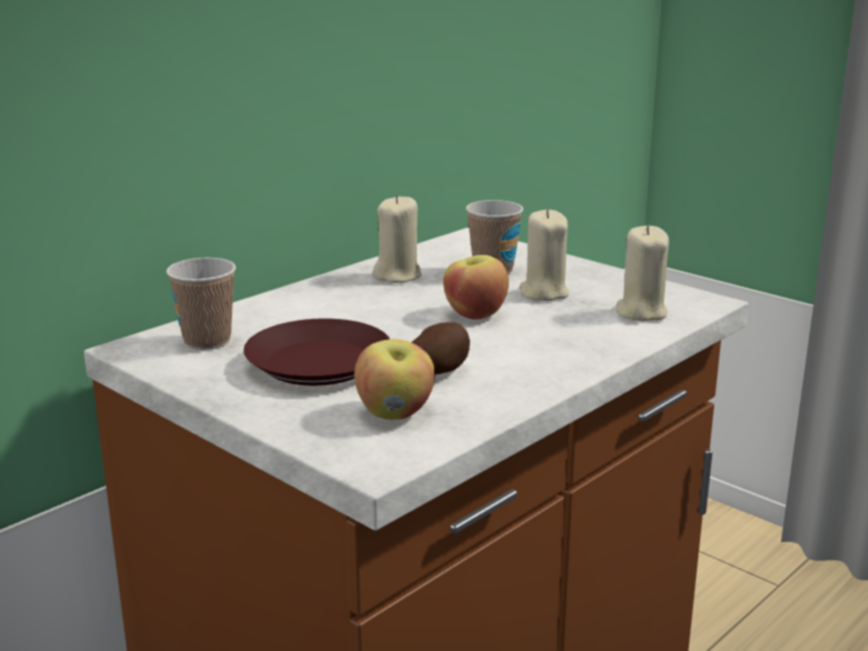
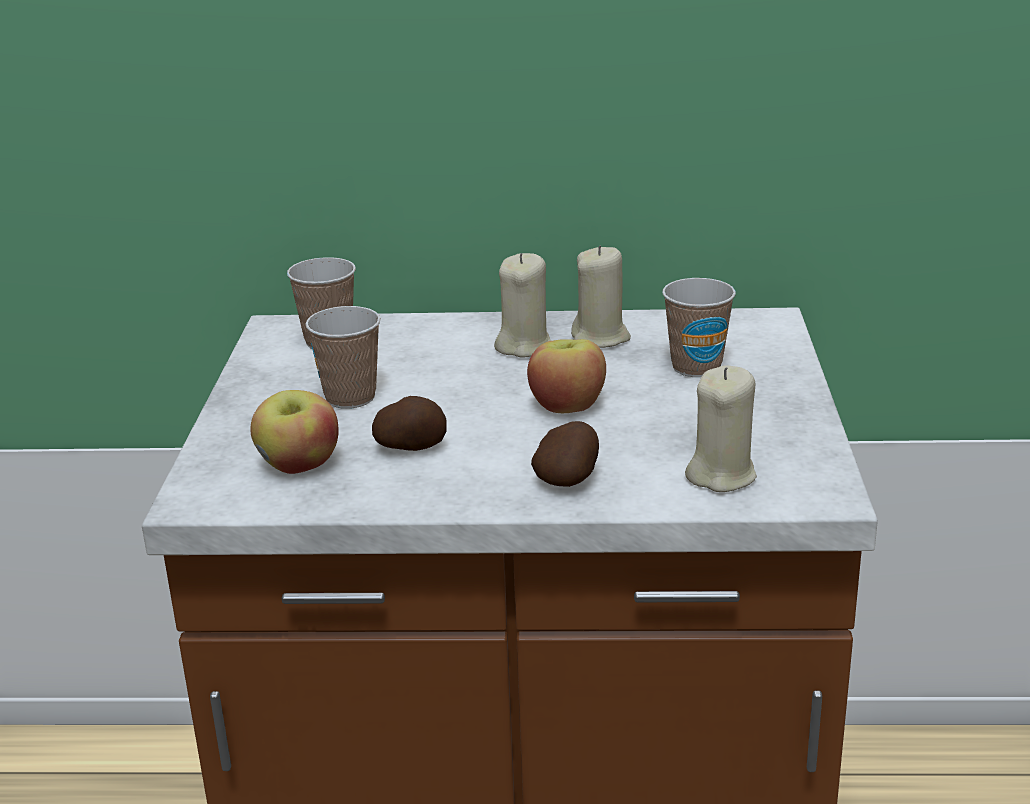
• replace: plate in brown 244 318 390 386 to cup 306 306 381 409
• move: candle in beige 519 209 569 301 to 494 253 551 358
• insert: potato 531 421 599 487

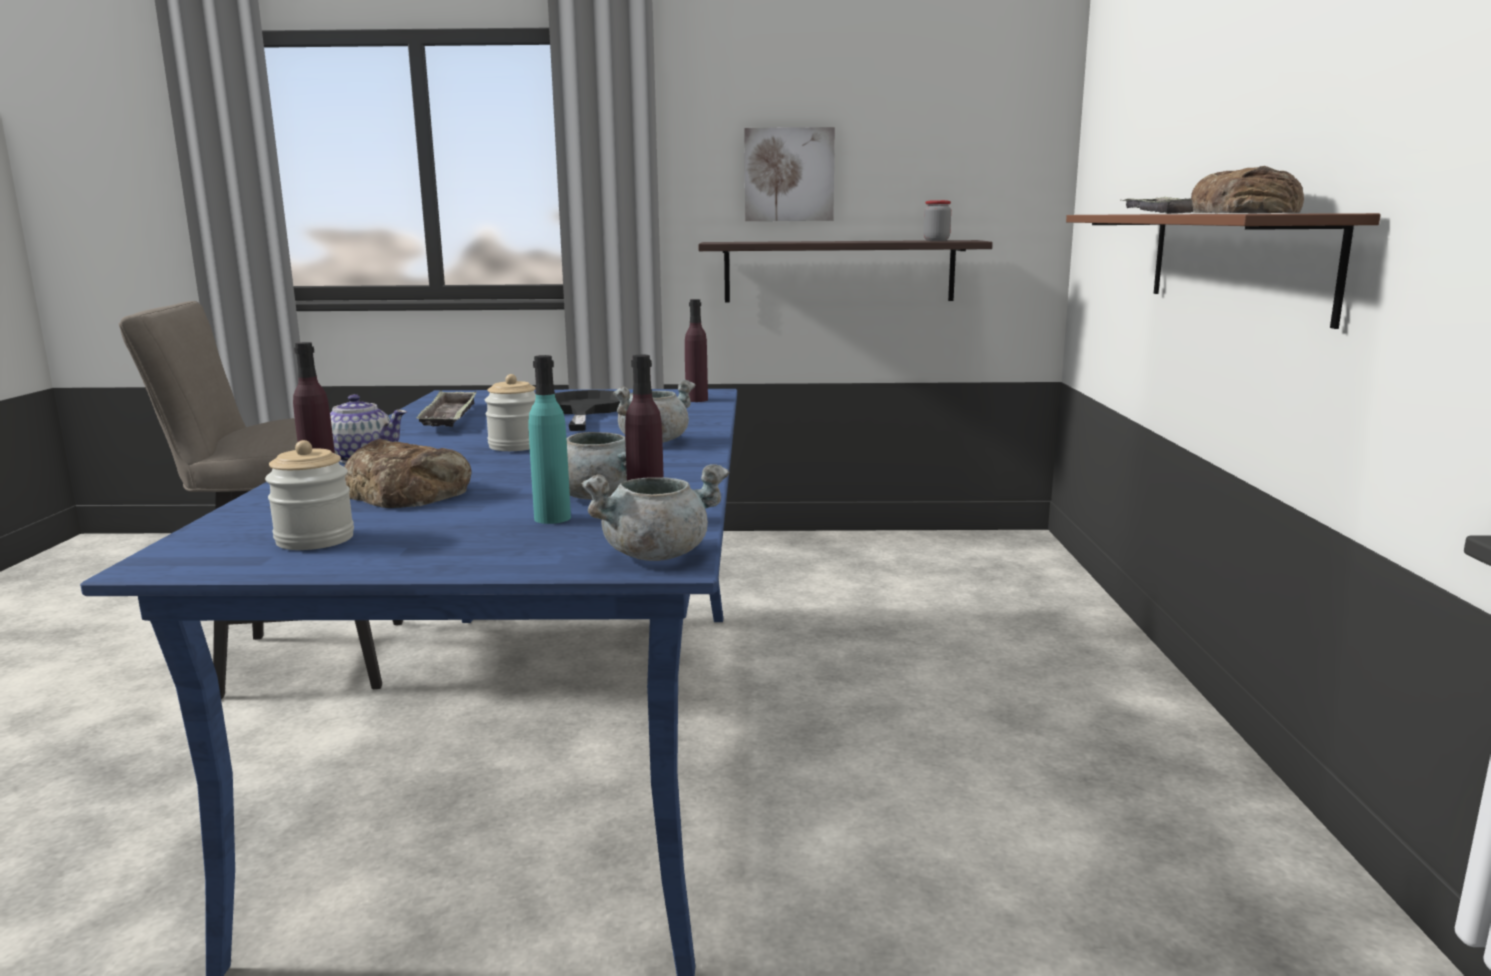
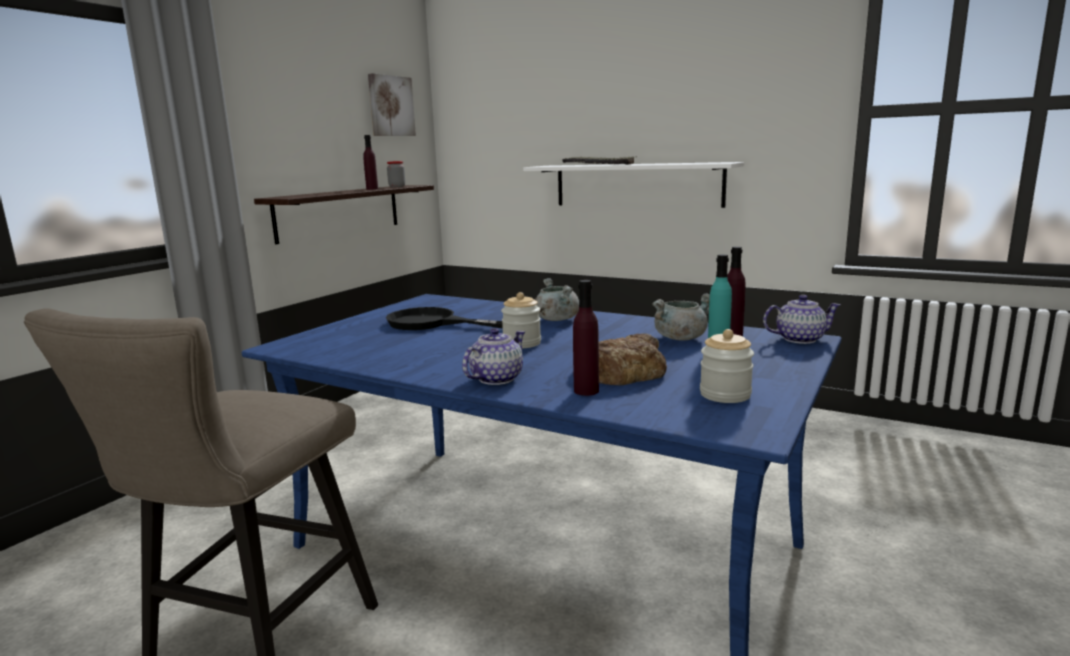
• move: bottle in purple 685 299 708 402 to 363 135 378 190
• move: picture 744 127 835 221 to 368 73 416 136
• recolor: shelf in brown 1066 213 1381 329 to shelf in white 523 162 744 208
• replace: cooking pot in grey 582 464 729 561 to teapot 763 295 841 344
• delete: tray 416 391 477 427
• delete: bread 1191 166 1304 213

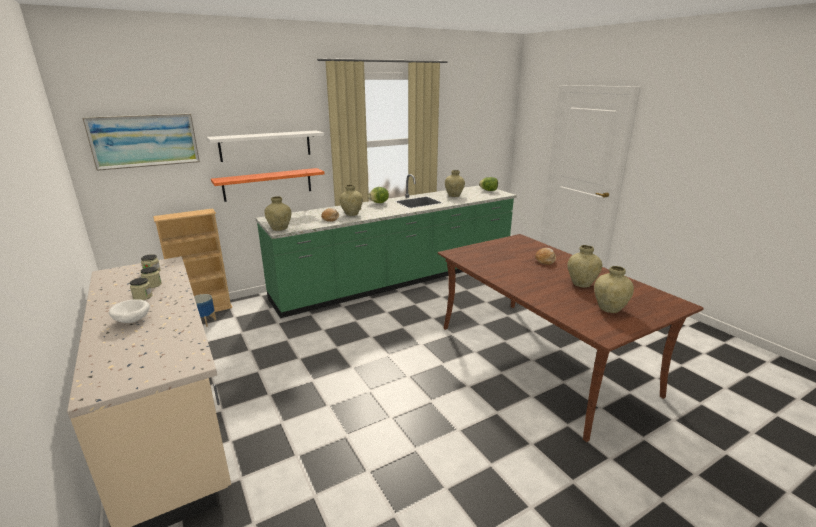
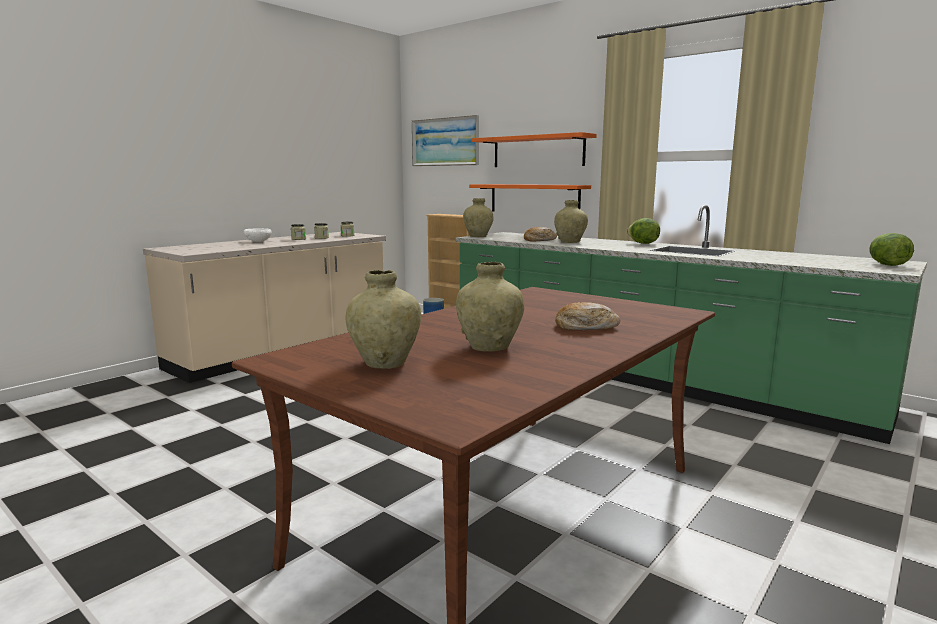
• recolor: shelf in white 206 130 324 162 to shelf in orange 472 132 597 167
• delete: vase in beige 445 170 465 197

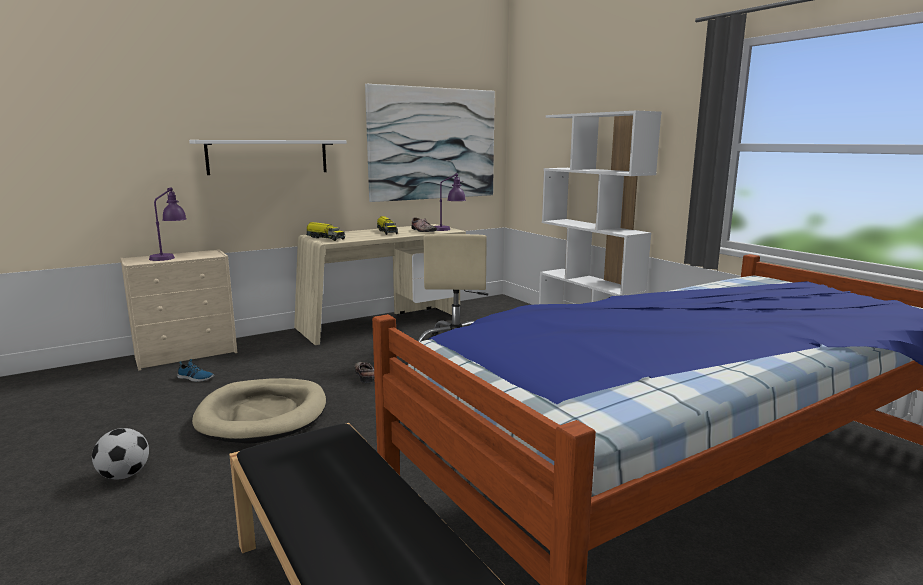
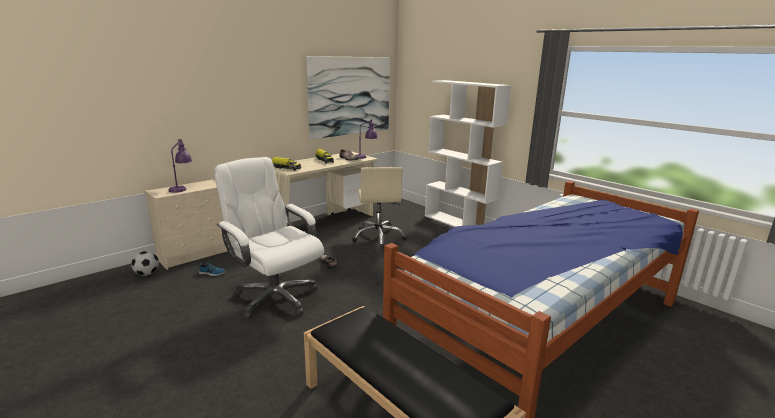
• move: football 92 428 149 480 to 131 251 159 276
• replace: dog bed in beige 192 378 326 444 to office chair in white 214 157 324 319
• delete: shelf in white 189 140 347 175

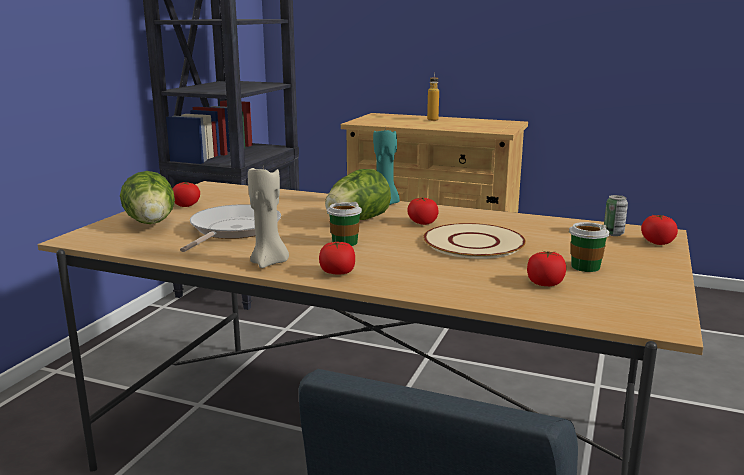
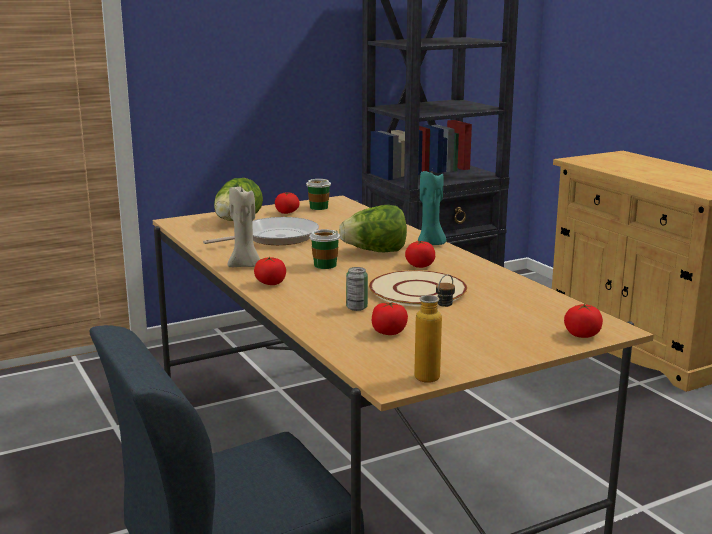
• move: cup 569 222 609 272 to 306 179 331 210
• move: can 604 195 628 236 to 346 267 368 311
• move: bottle 427 73 439 121 to 414 274 455 383

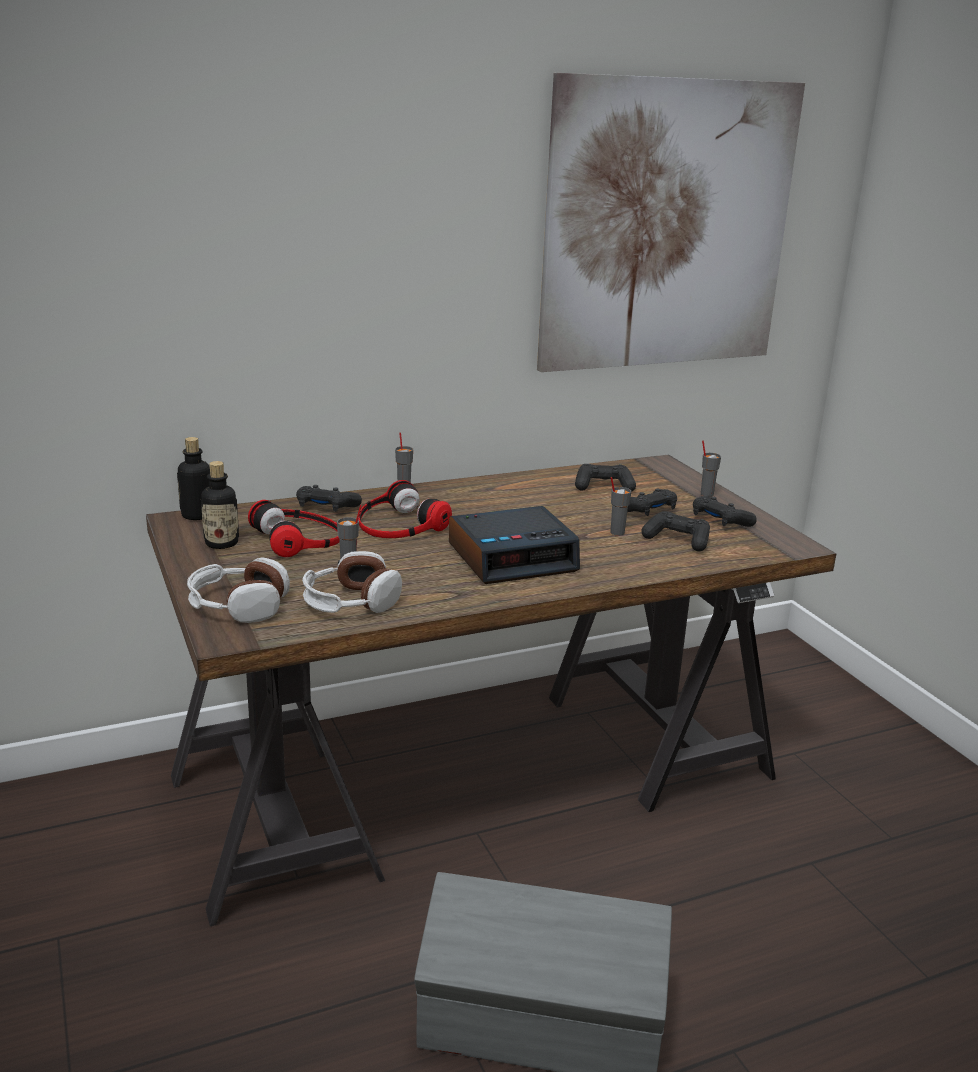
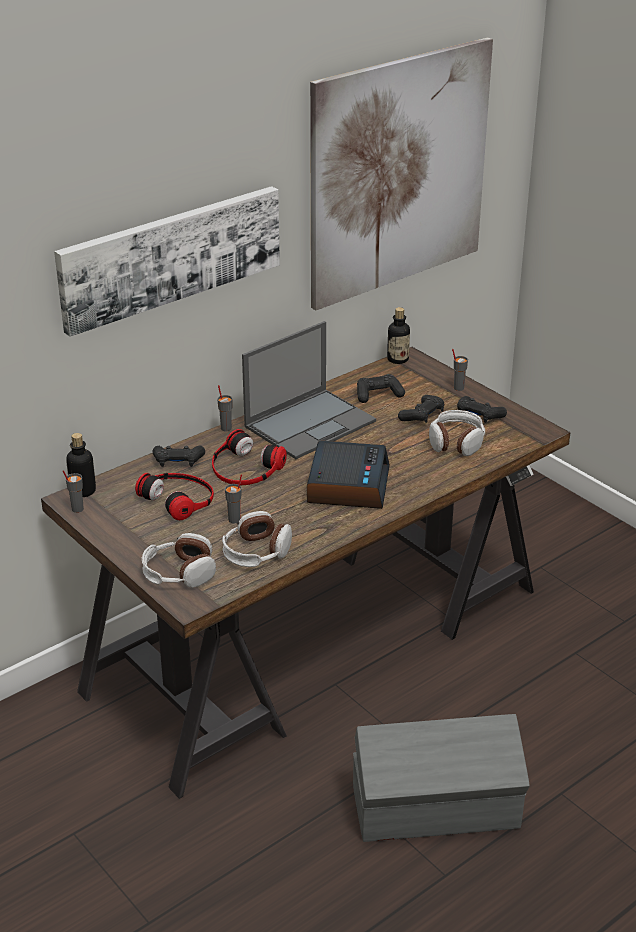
• insert: picture 54 186 280 337
• move: cup in grey 611 477 631 536 to 63 470 84 513
• insert: laptop 242 321 376 459
• rotate: alarm clock 449 506 580 584 = 307 441 390 509 45 degrees counterclockwise
• move: bottle 201 461 239 549 to 387 307 410 364
• replace: game controller in black 641 511 710 551 to headphones 429 410 485 456

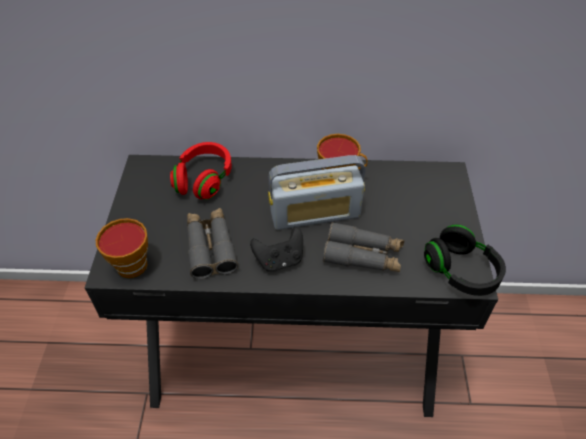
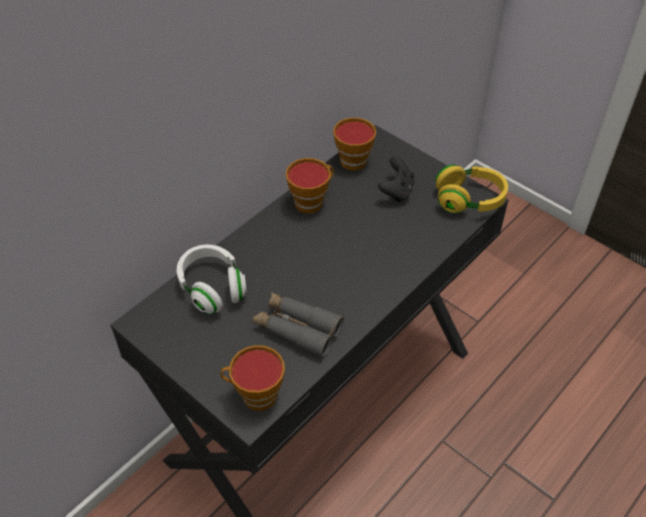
• recolor: headphones in red 170 142 232 200 to headphones in white 177 245 247 314
• insert: cup 333 118 376 171
• move: game controller in black 250 227 303 272 to 378 157 415 202
• recolor: headphones in black 424 225 506 296 to headphones in yellow 435 165 508 213
• delete: radio 268 155 365 230
• delete: binoculars in grey 323 222 405 272

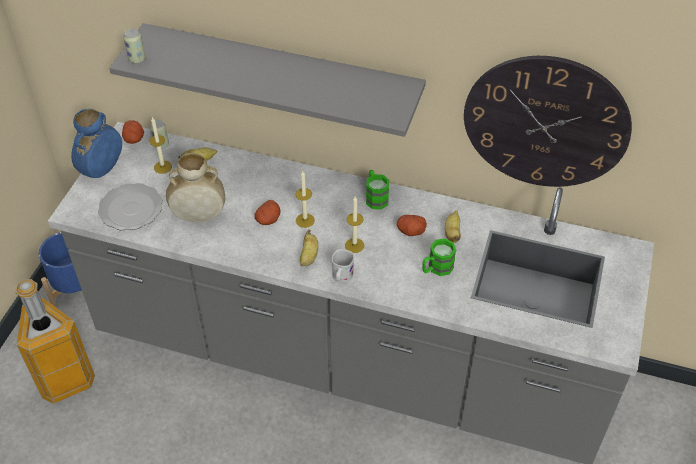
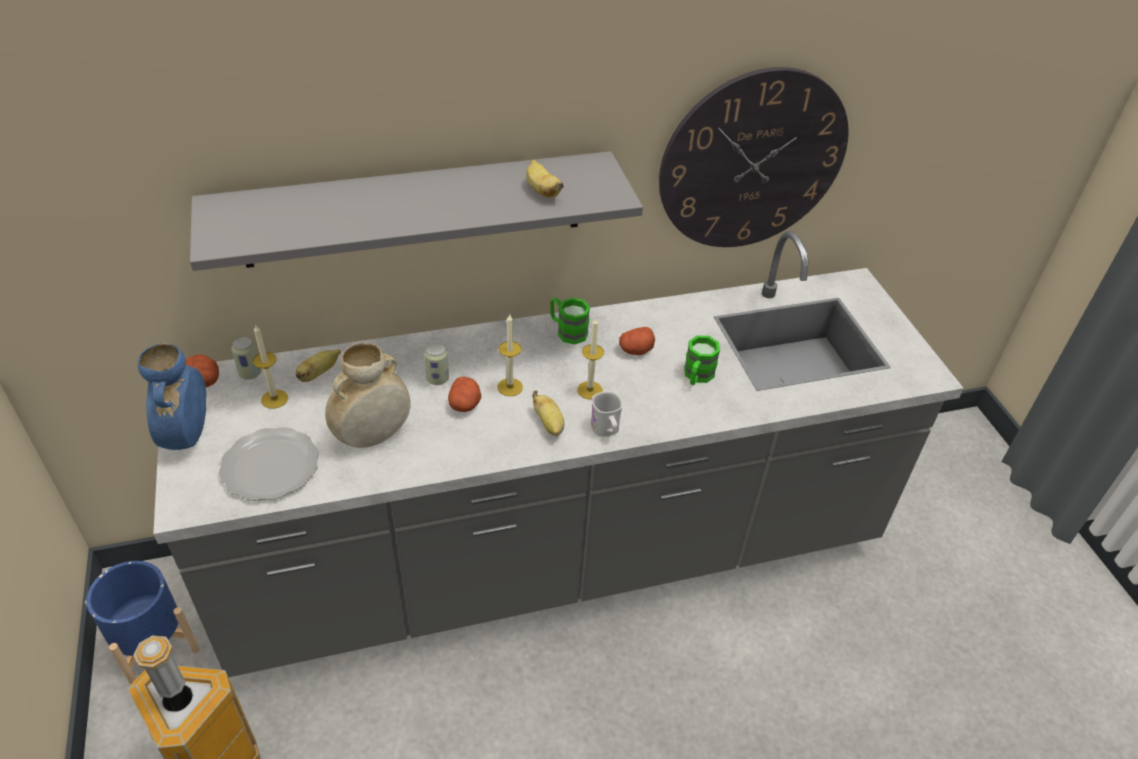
• move: can 123 29 145 63 to 424 343 449 385
• move: banana 445 210 461 243 to 526 159 564 198

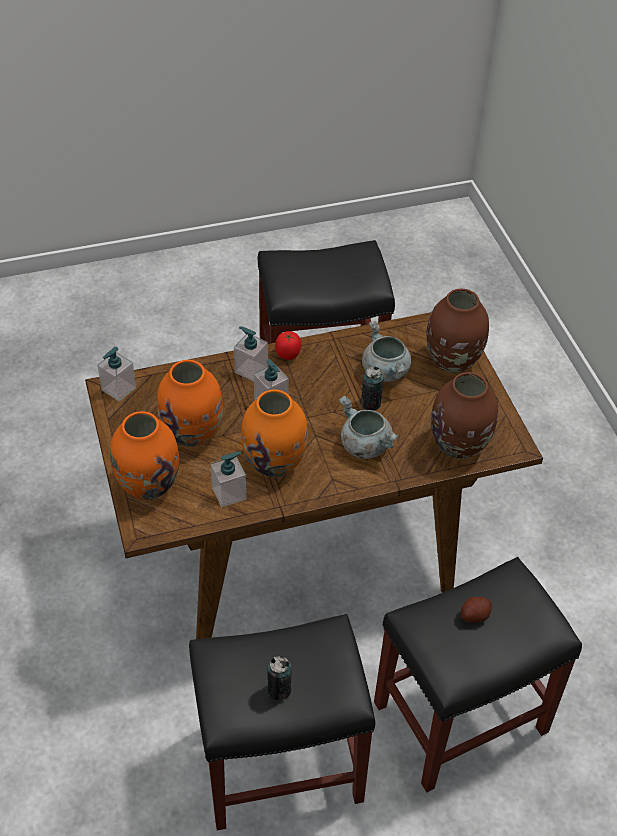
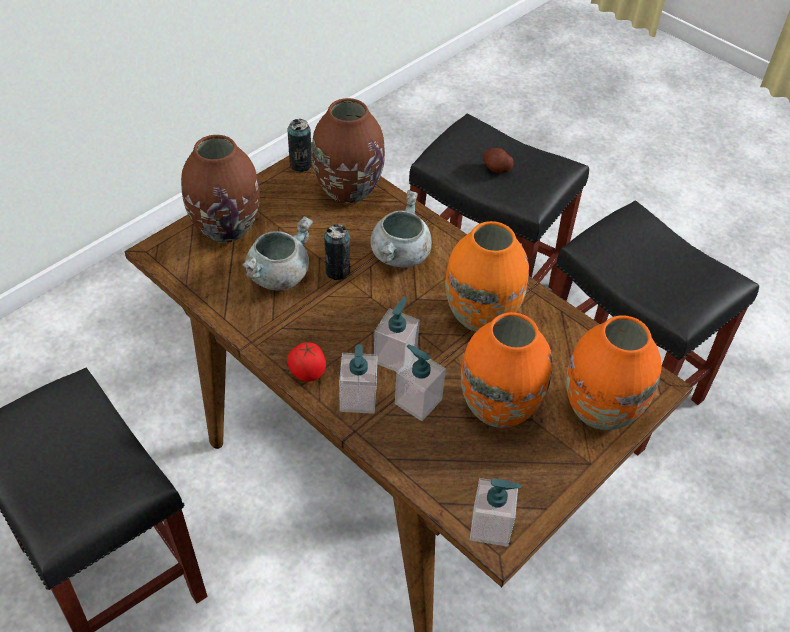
• move: can 267 656 292 701 to 288 119 312 172
• move: soap dispenser 211 452 246 507 to 395 344 446 421

